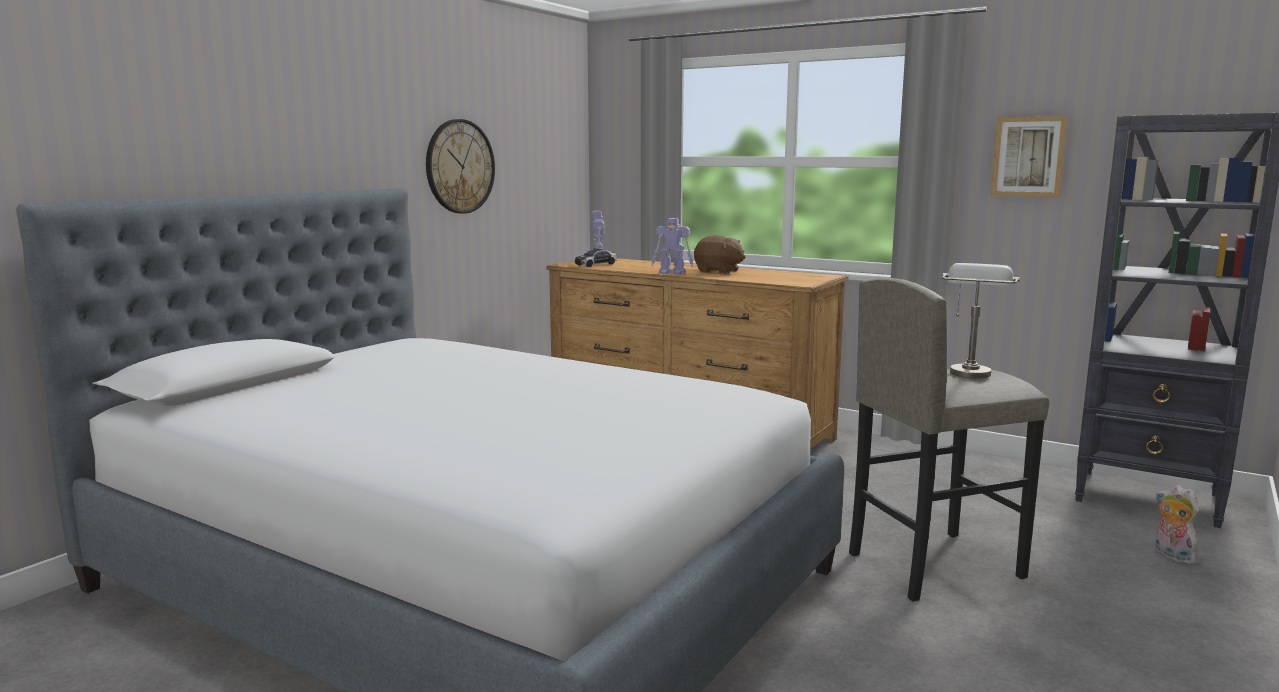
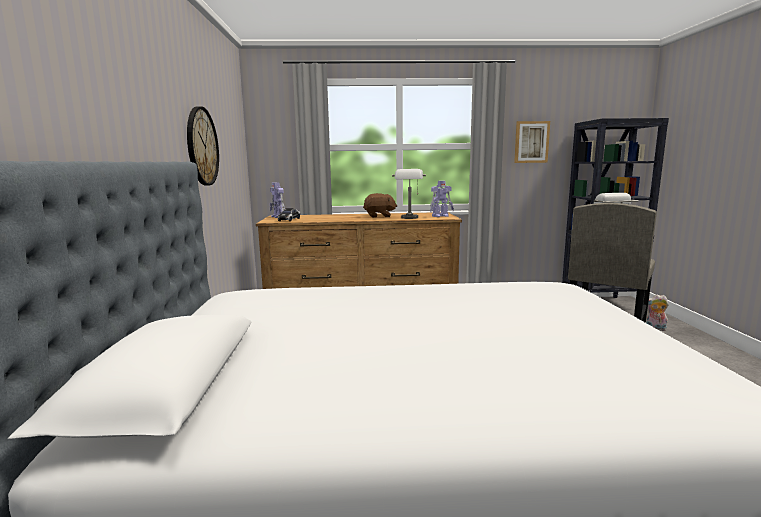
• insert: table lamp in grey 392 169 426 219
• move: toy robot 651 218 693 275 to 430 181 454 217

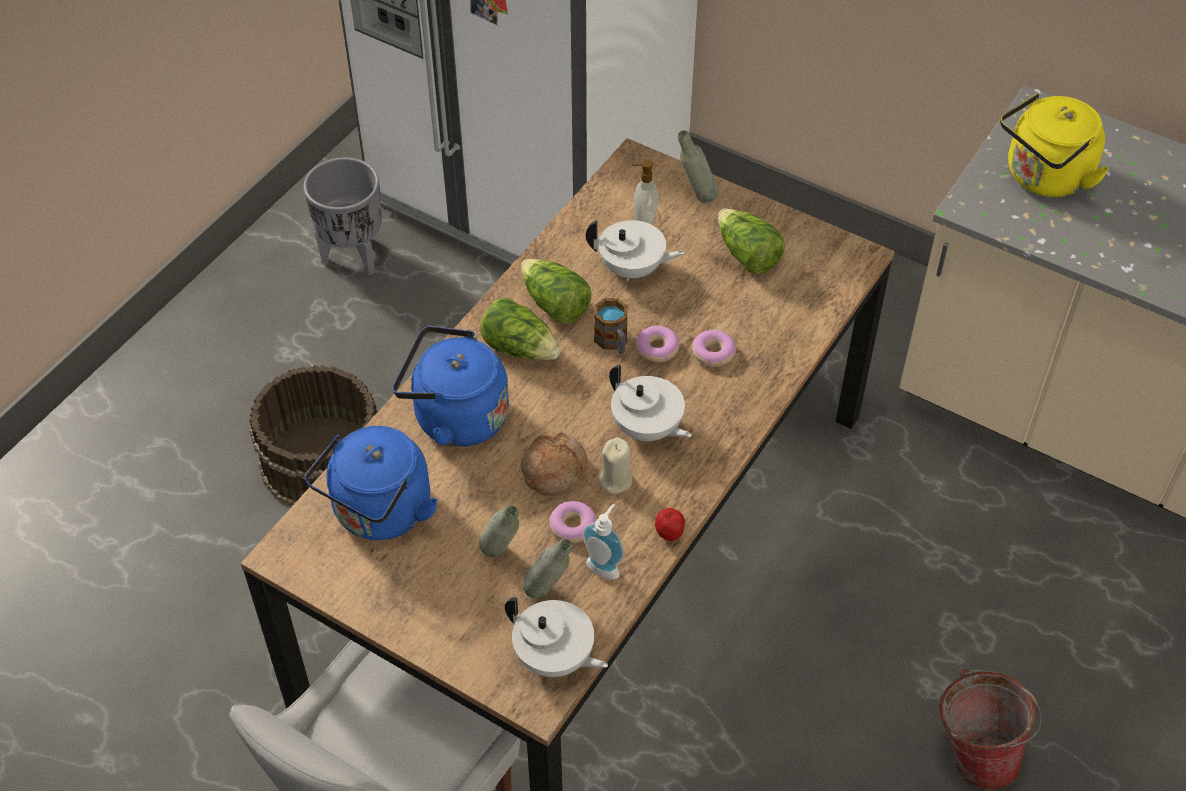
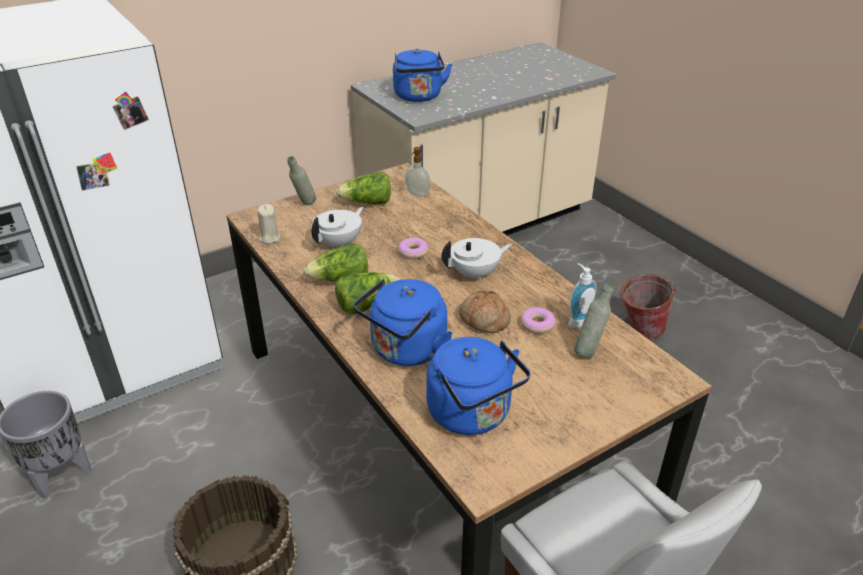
• move: candle in beige 598 438 633 494 to 257 204 280 244
• recolor: kettle in yellow 1000 93 1109 197 to kettle in blue 393 49 452 102
• move: soap dispenser 632 160 658 225 to 405 147 430 197
• delete: bottle in grey 479 505 519 557
• delete: teapot in white 504 597 608 677
• delete: mug 594 298 628 354
• delete: apple 655 508 685 541
• delete: donut 692 330 736 367

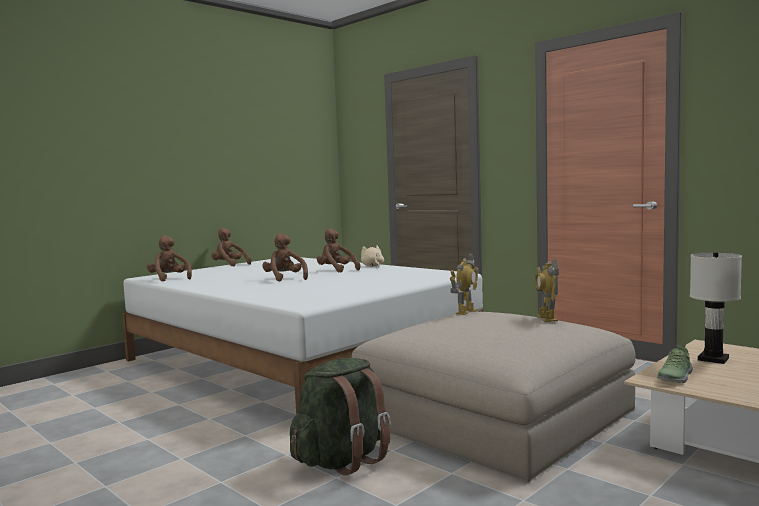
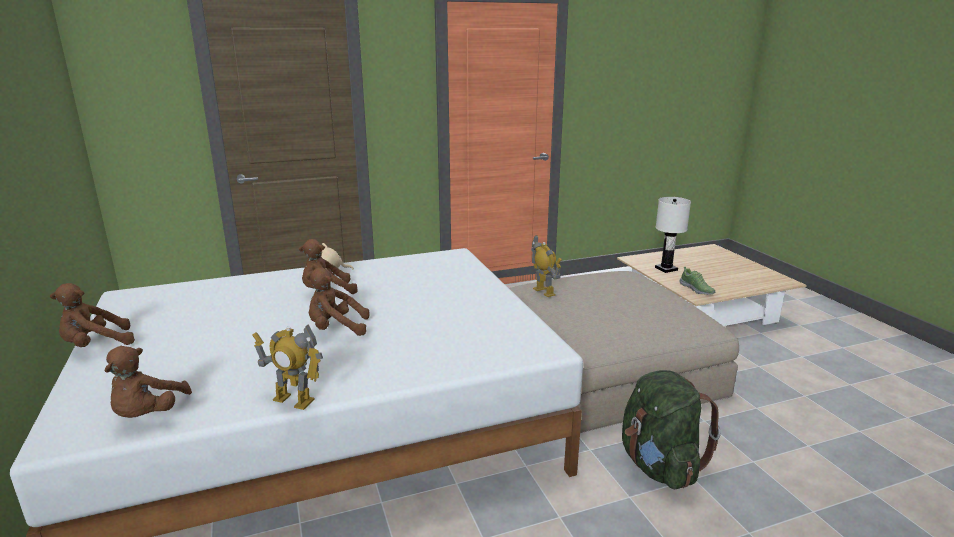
• rotate: plush toy in brown 147 236 192 281 = 104 346 192 418 75 degrees counterclockwise
• move: toy robot 535 259 559 322 to 253 324 323 410

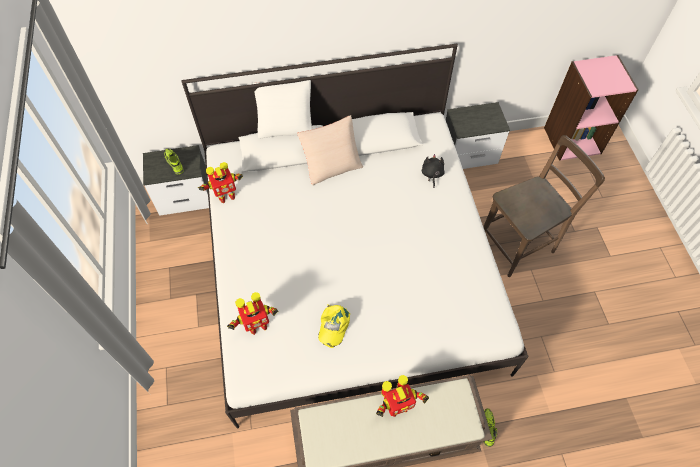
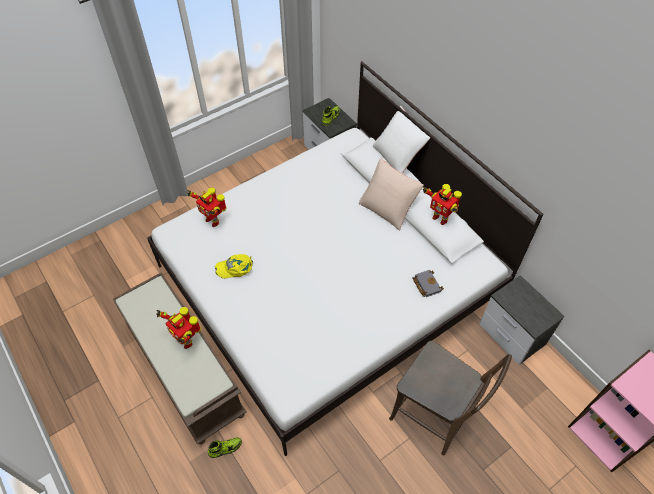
• replace: plush toy in black 422 154 445 188 to book in grey 413 270 444 297
• move: toy robot 198 162 243 203 to 423 184 462 225

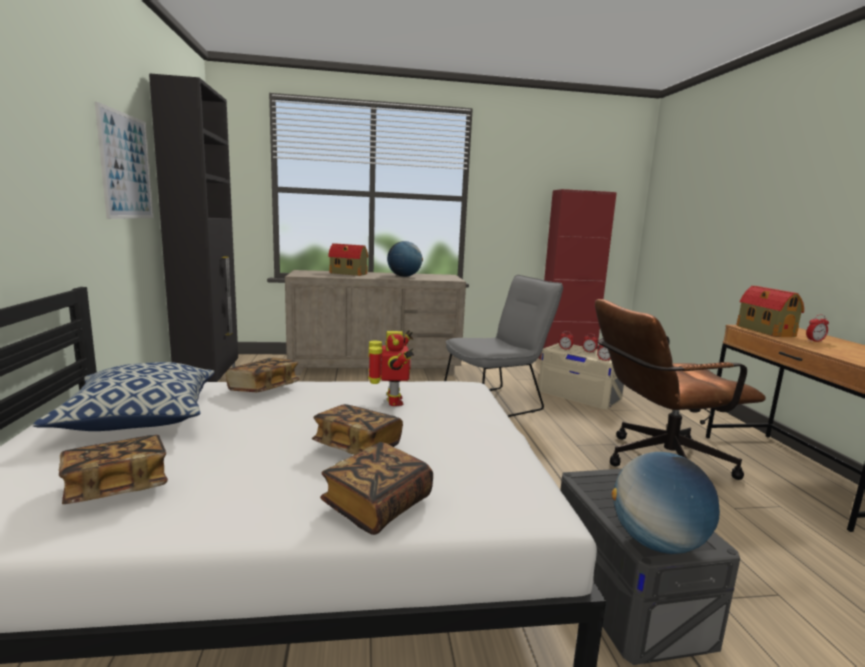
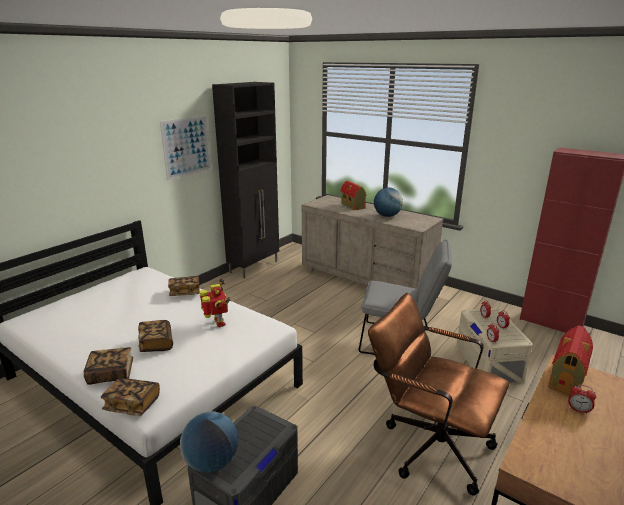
• move: book 59 435 168 504 to 101 378 160 416
• rotate: toy robot 368 330 414 406 = 199 279 230 327 60 degrees counterclockwise
• delete: pillow 33 362 214 431

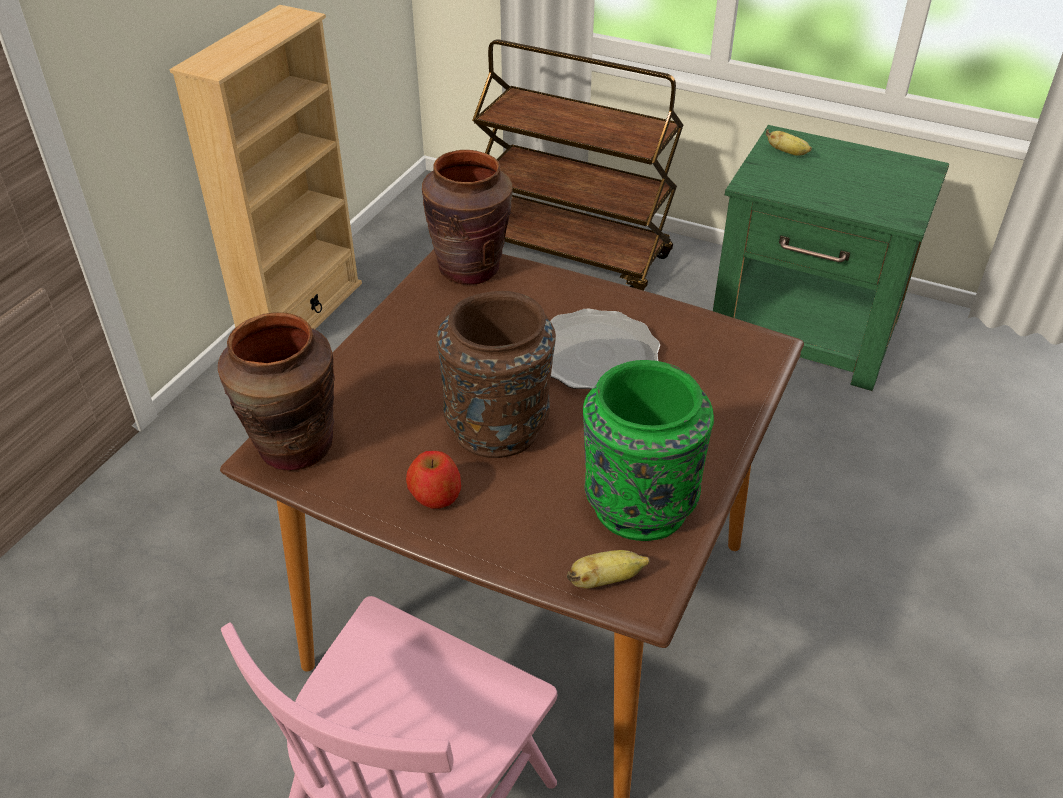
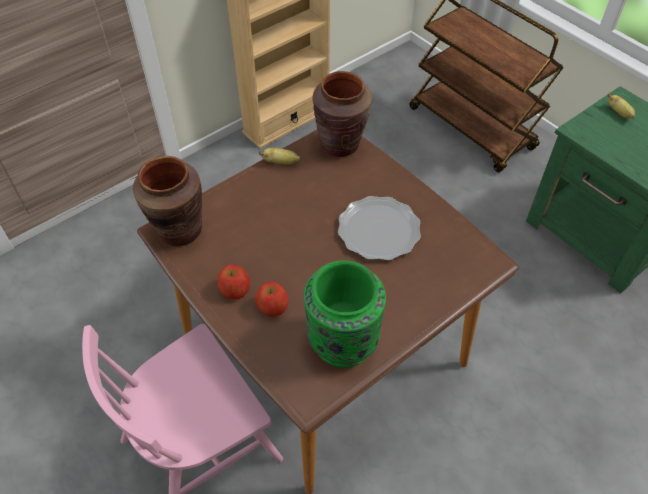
• insert: apple 255 282 288 317
• move: banana 567 550 650 589 to 259 148 300 165
• delete: vase in brown 436 291 556 458

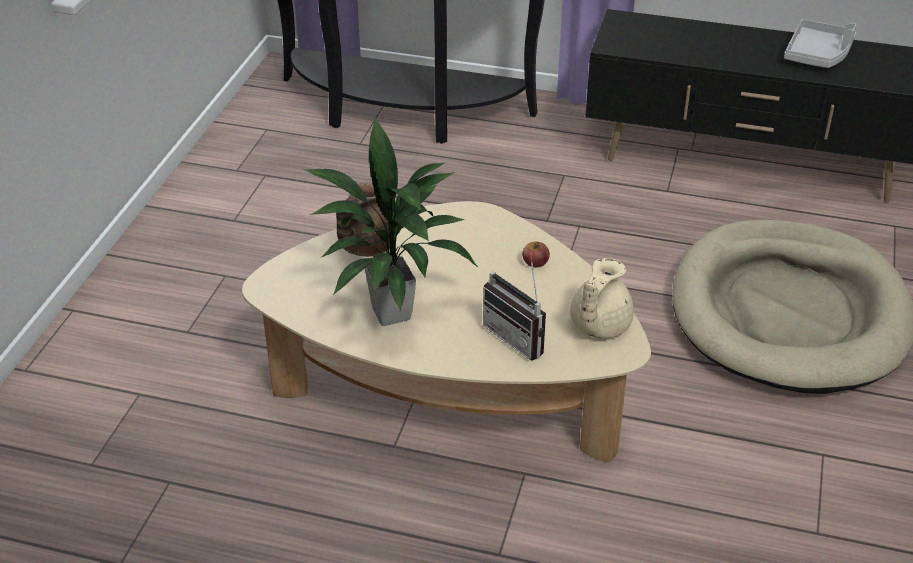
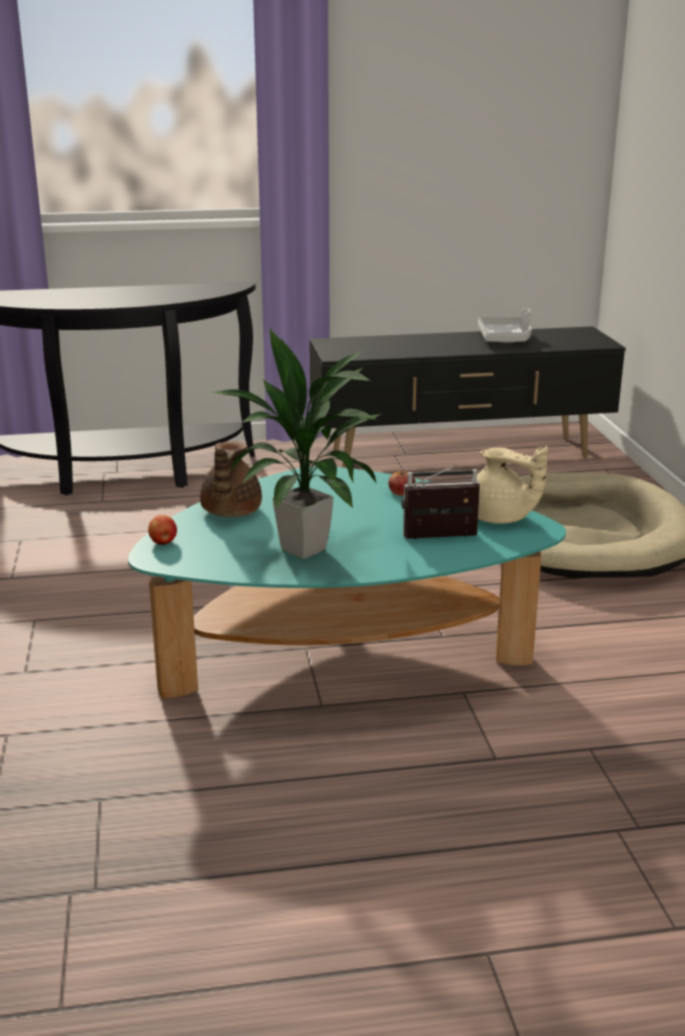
• recolor: coffee table in beige 242 201 651 462 to coffee table in turquoise 128 466 566 698
• insert: apple 148 515 177 545
• rotate: radio 483 258 546 361 = 401 464 480 539 150 degrees clockwise
• rotate: teapot in beige 570 258 634 338 = 477 446 548 524 60 degrees counterclockwise

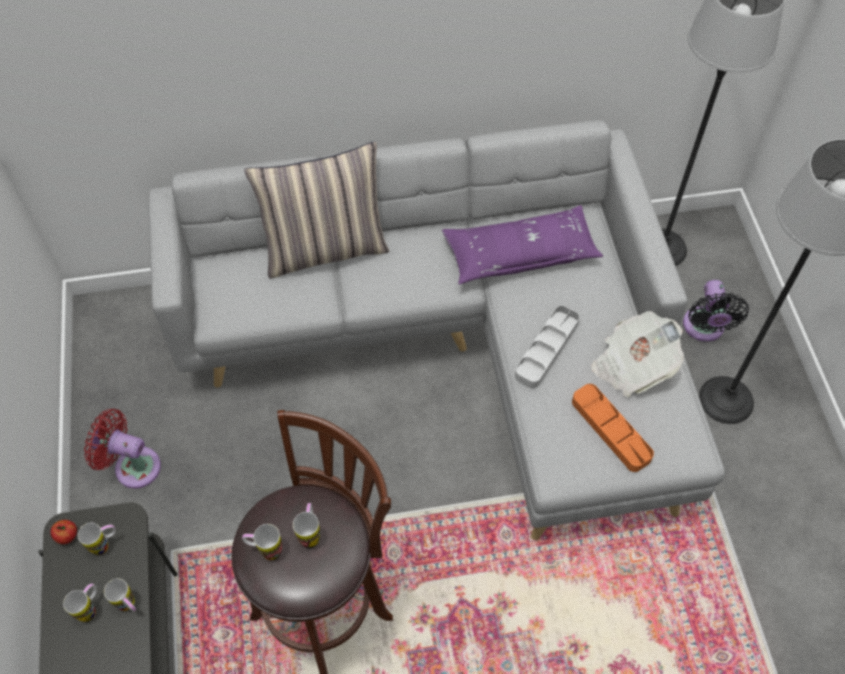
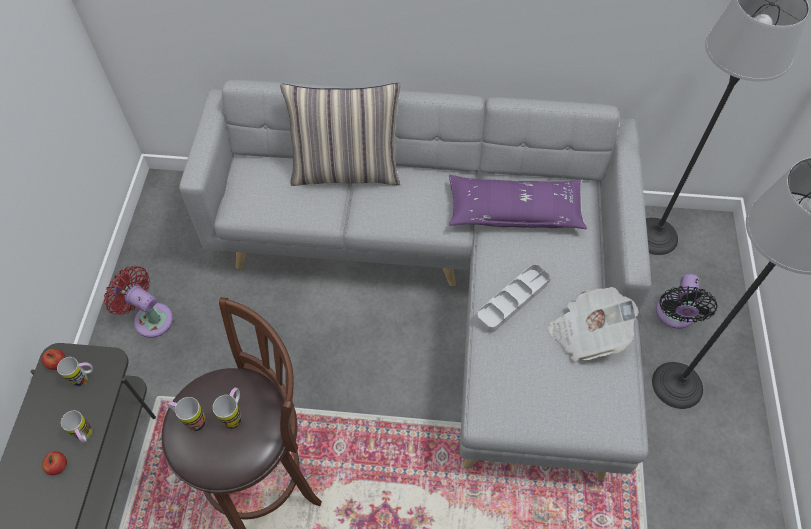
• insert: apple 42 451 67 475
• delete: mug 63 583 97 622
• delete: tray in orange 572 384 654 472

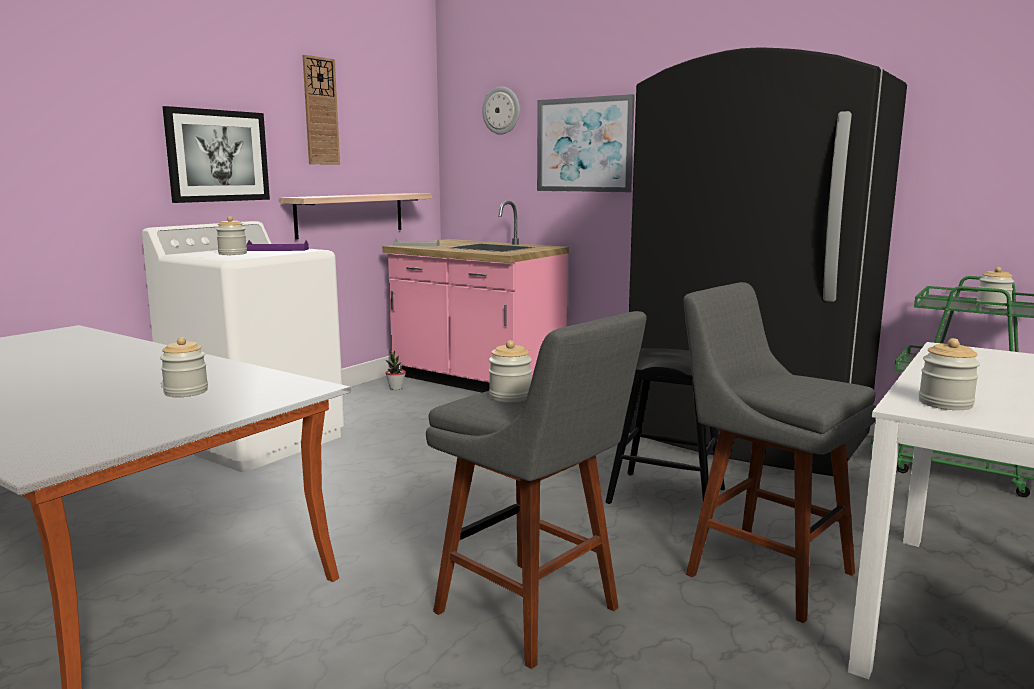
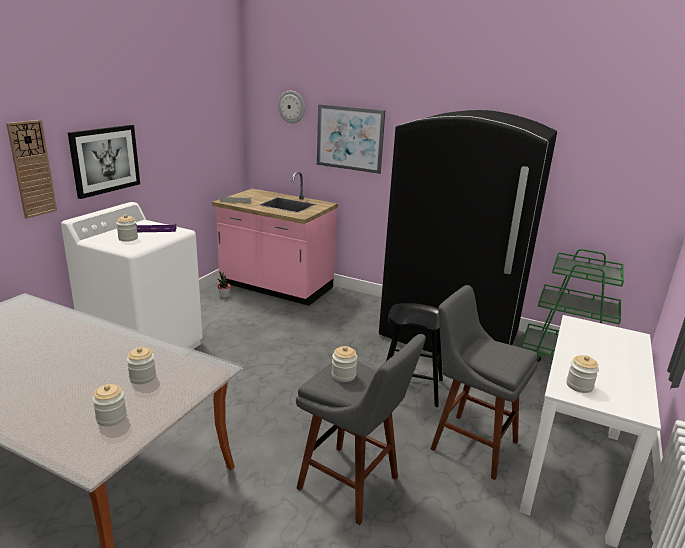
• move: wall clock 303 55 340 165 to 6 120 57 219
• move: jar 977 267 1014 309 to 92 384 127 426
• delete: shelf 280 193 432 239

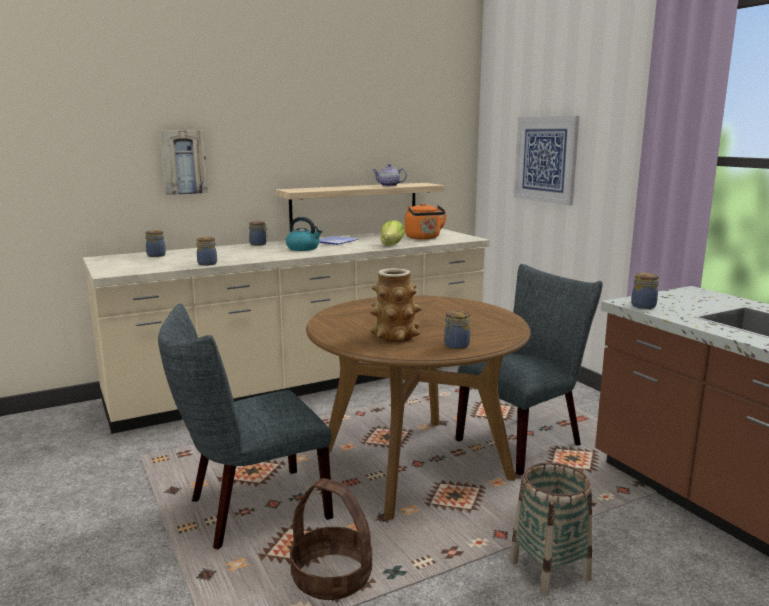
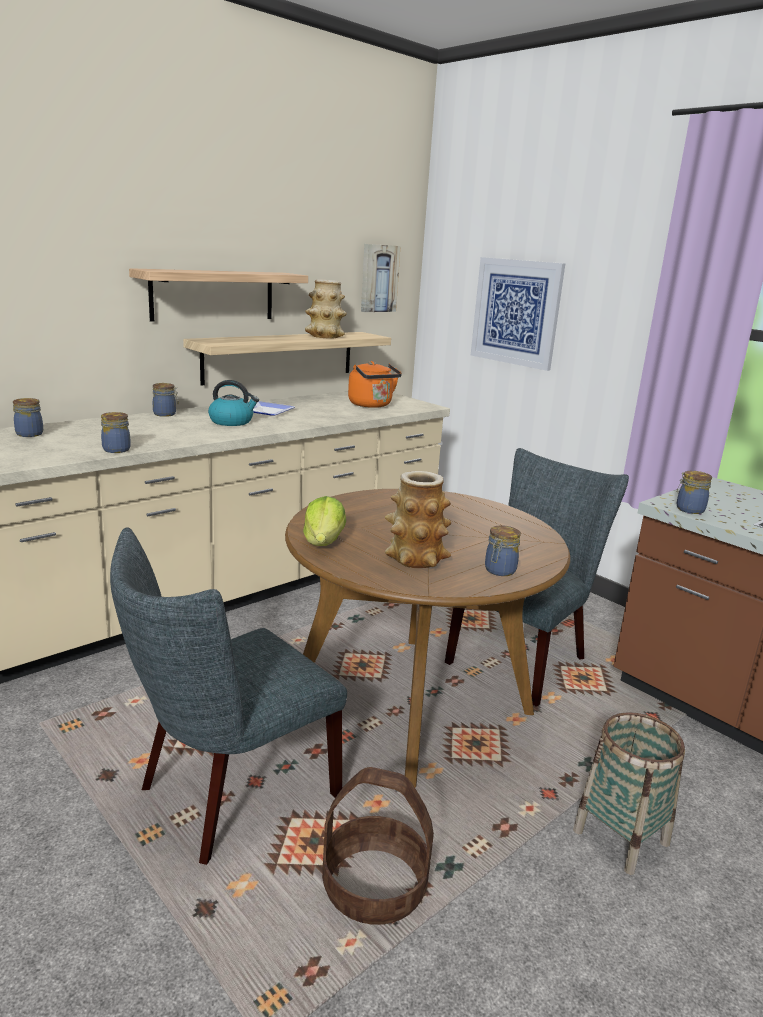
• insert: shelf 129 268 308 322
• move: lettuce 381 220 405 245 to 303 496 346 546
• replace: teapot 373 164 407 186 to vase 305 279 347 338
• move: picture 160 131 208 195 to 361 244 400 312

